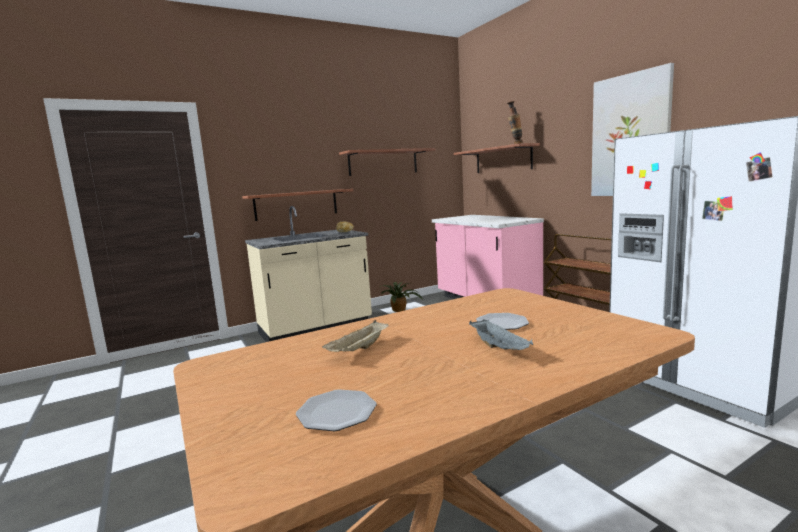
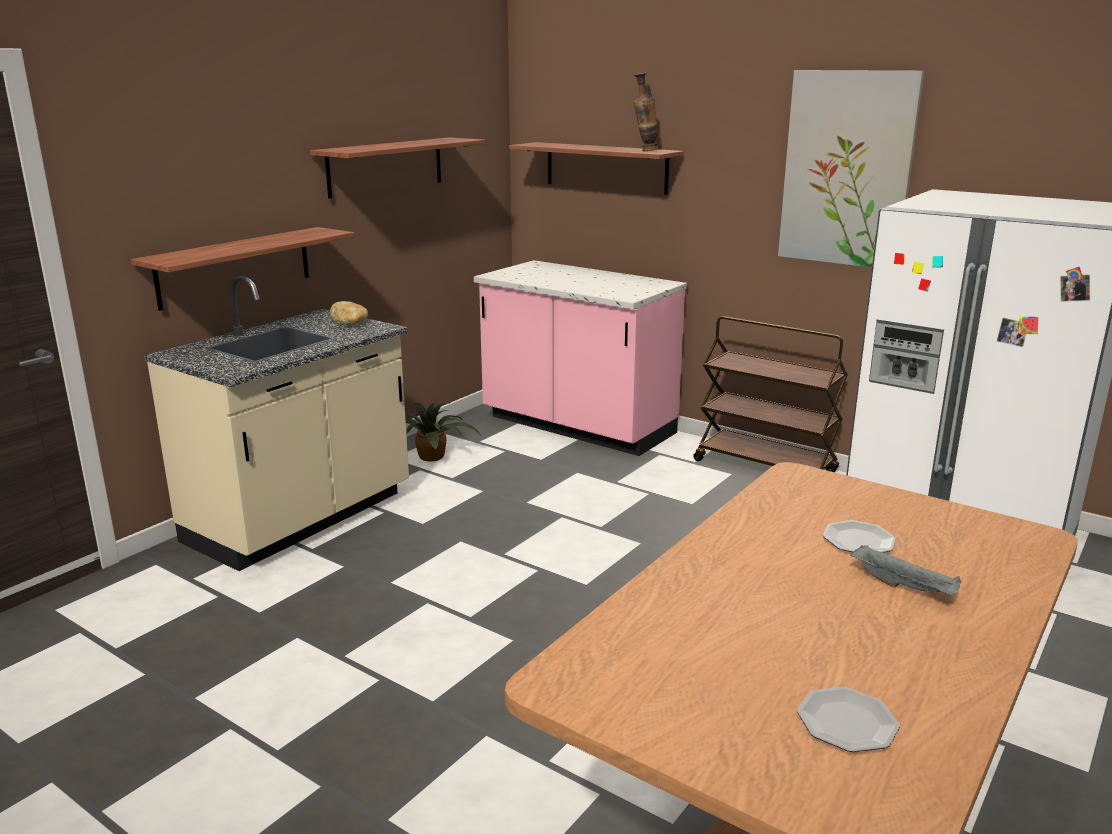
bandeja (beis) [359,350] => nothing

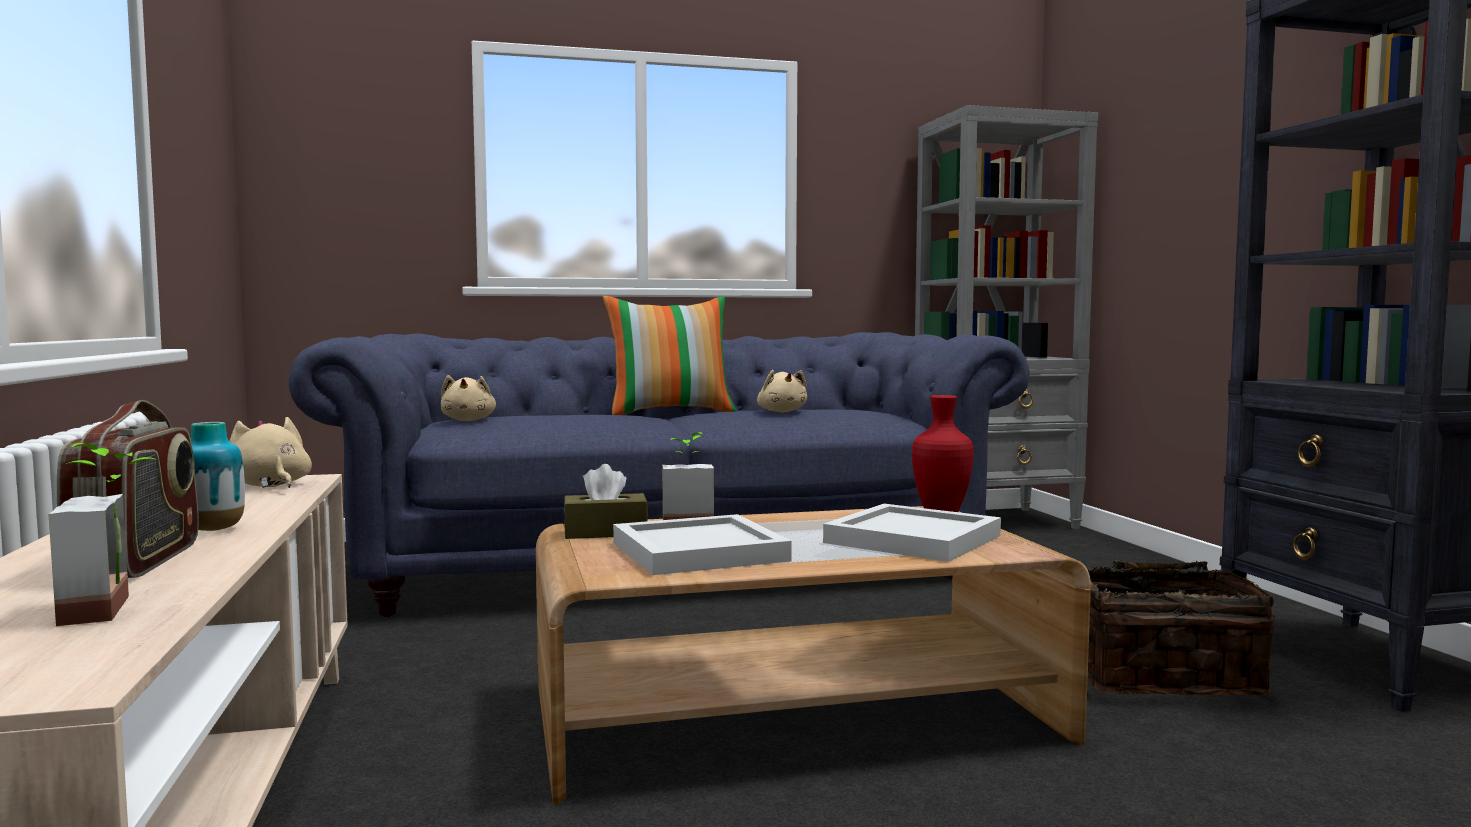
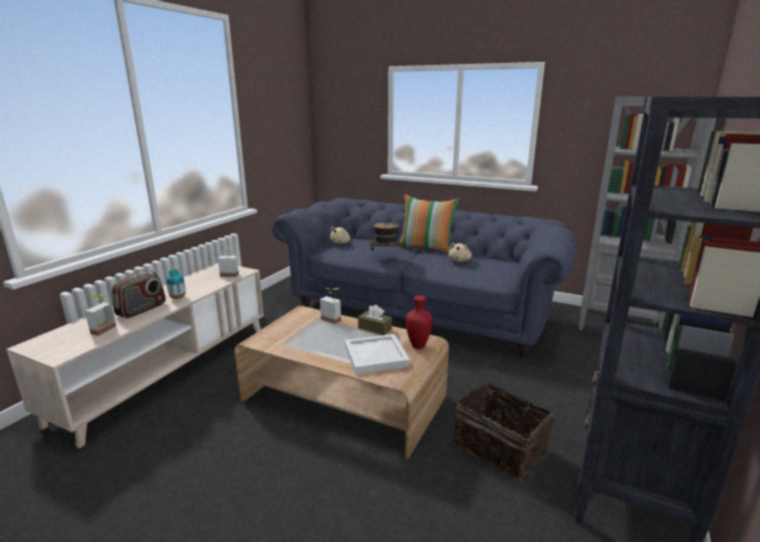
peluche (beis) [270,486] => planta en maceta [230,274]
caja de pañuelos (marrón) [605,533] => caja de pañuelos (marrón) [375,328], moved
bandeja (blanco) [696,551] => nothing
nothing => sombrero [385,258]

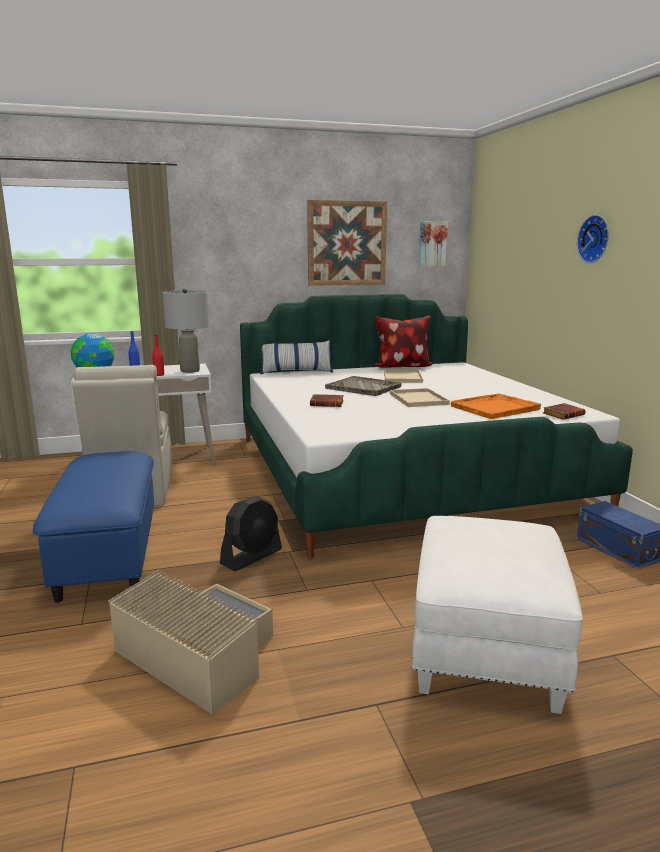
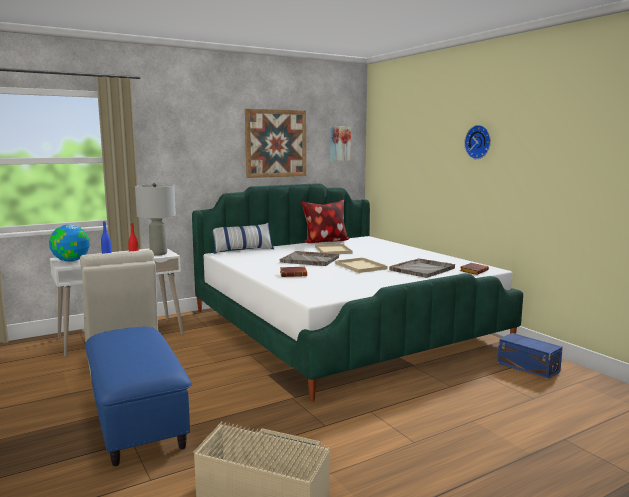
ventilador (negro) [252,556] => nothing
puf (blanco) [487,649] => nothing
bandeja (naranja) [495,408] => bandeja (gris) [422,269]

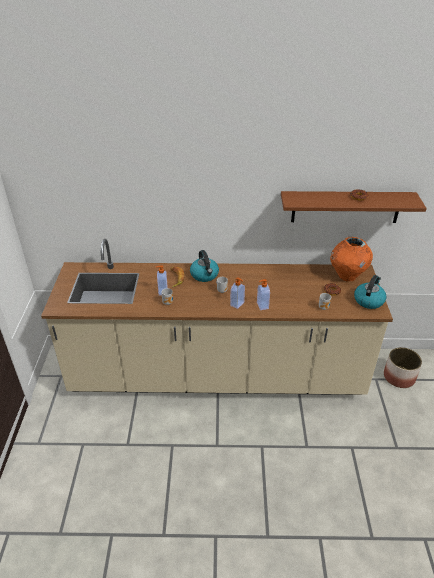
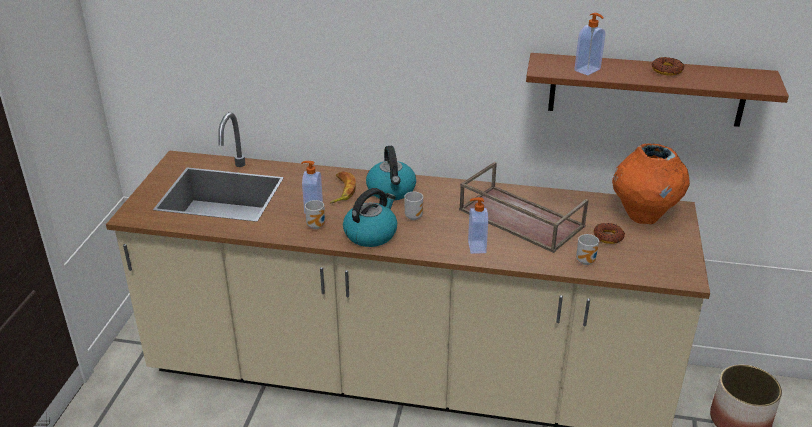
dispensador de jabón [237,304] => dispensador de jabón [588,70], moved
hervidor [368,300] => hervidor [371,234], moved
nothing => bandeja (marrón) [519,218]

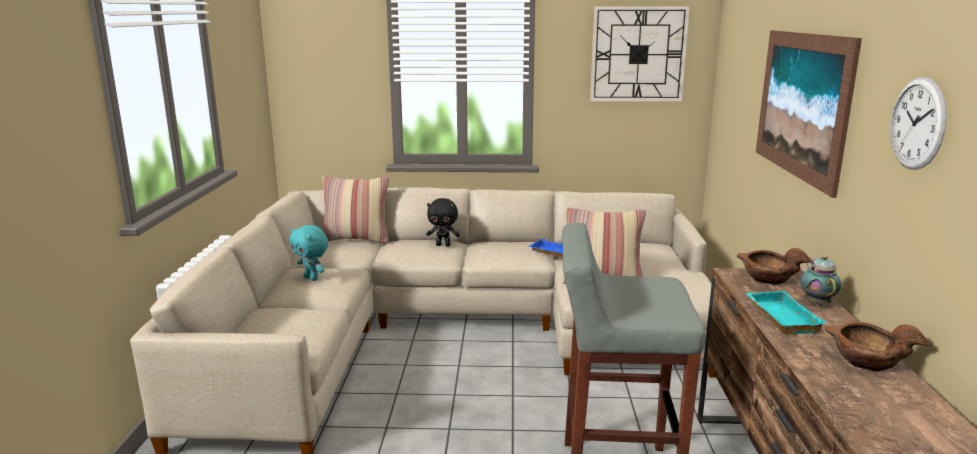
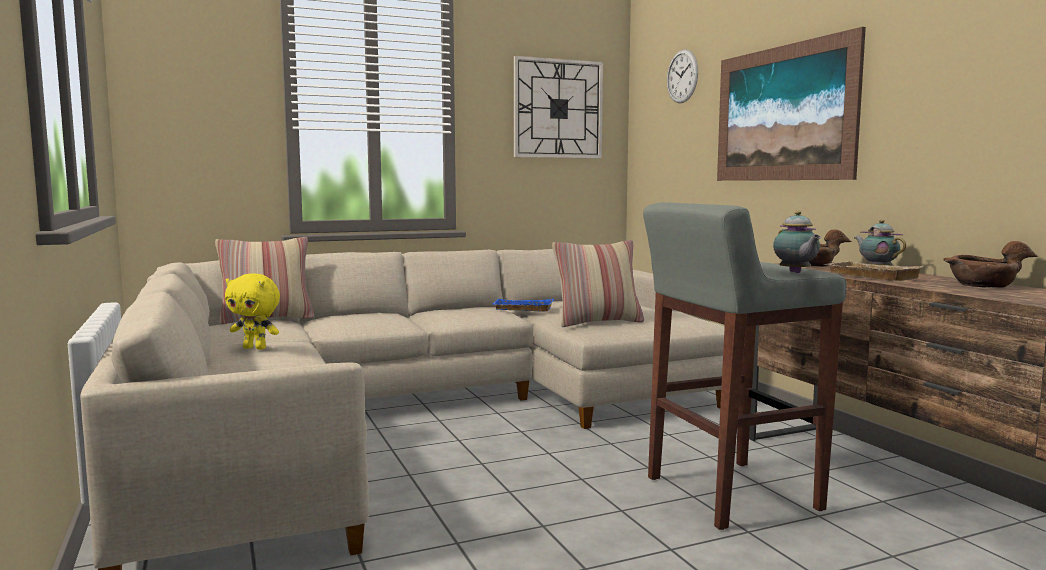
peluche (turquesa) [312,278] => peluche (amarillo) [255,348]
peluche (negro) [443,245] => nothing
bandeja (turquesa) [779,317] => bandeja (beis) [869,276]
reloj de pared [917,123] => reloj de pared [682,76], moved
nothing => tetera [795,272]

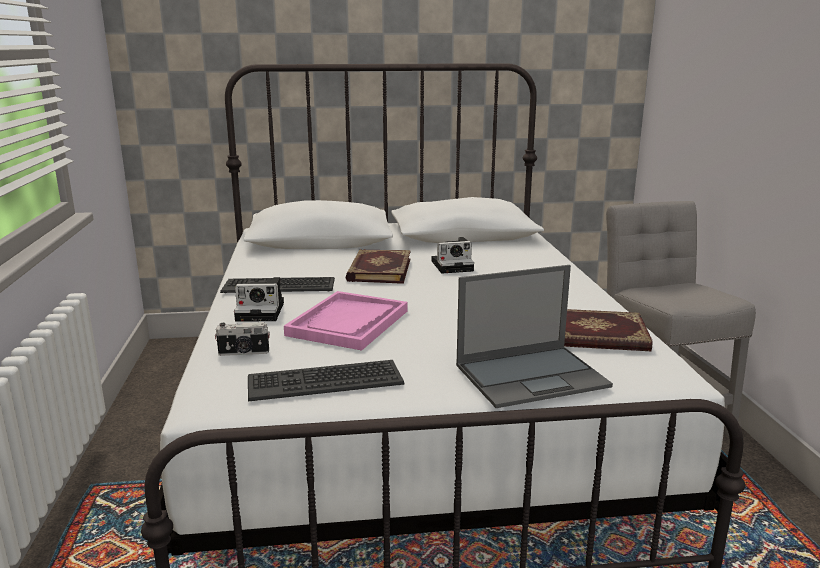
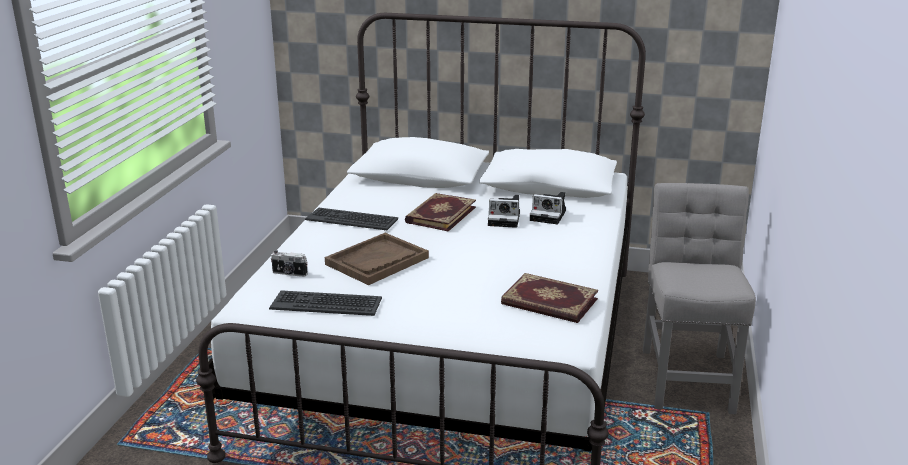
cámara [262,311] => cámara [549,215], moved
bandeja (rosa) [348,323] => bandeja (marrón) [377,261]
portátil [532,375] => nothing

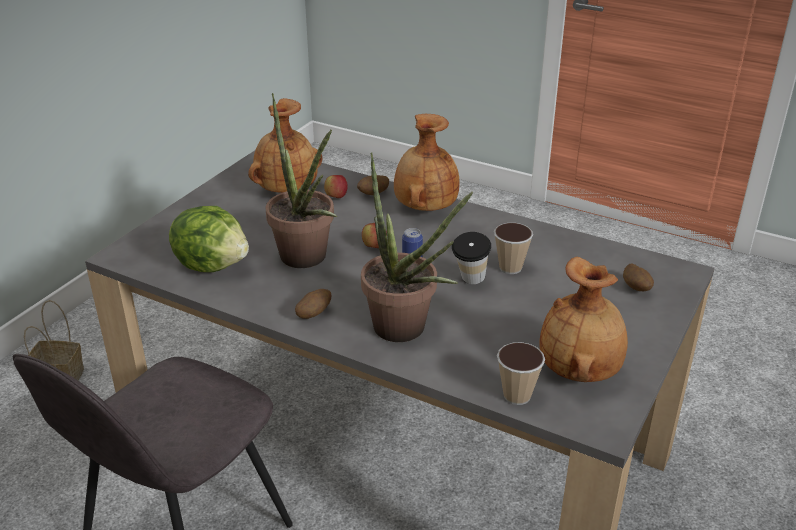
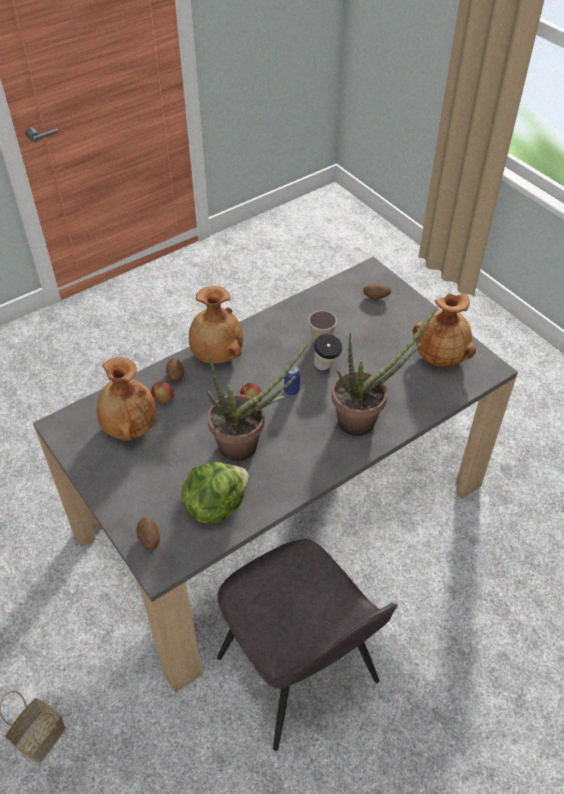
patata [313,314] => patata [149,539], moved
taza [517,395] => nothing

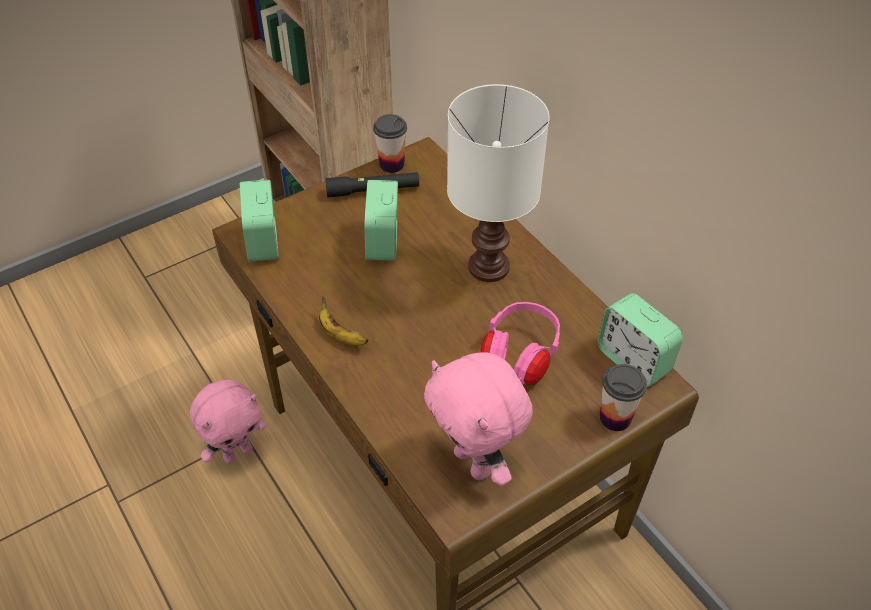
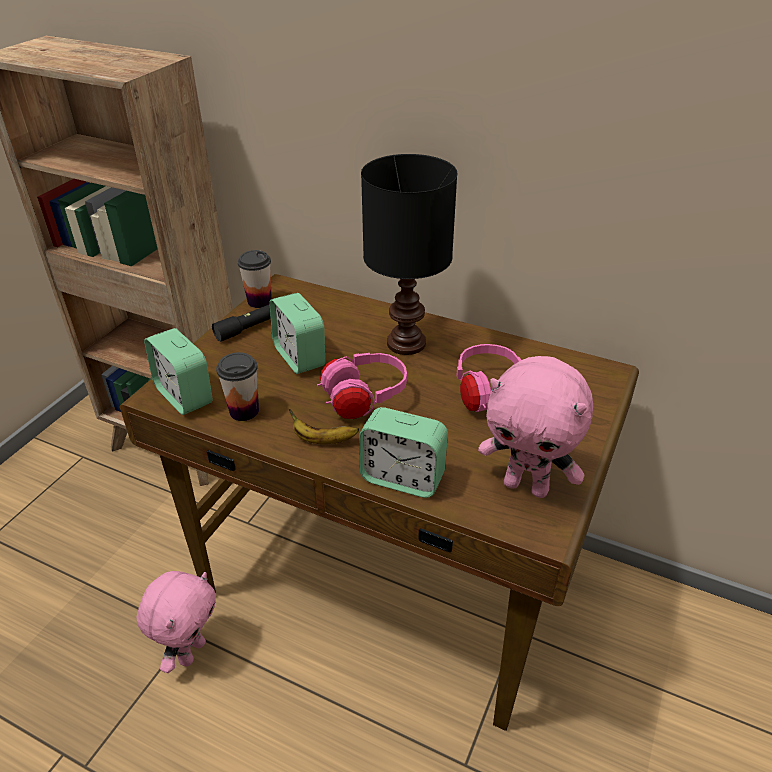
lámpara de mesa (blanco) [487,268] => lámpara de mesa (negro) [406,344]
despertador [633,360] => despertador [403,478], moved
taza [615,418] => taza [244,411], moved
nothing => auriculares (rosa) [364,400]

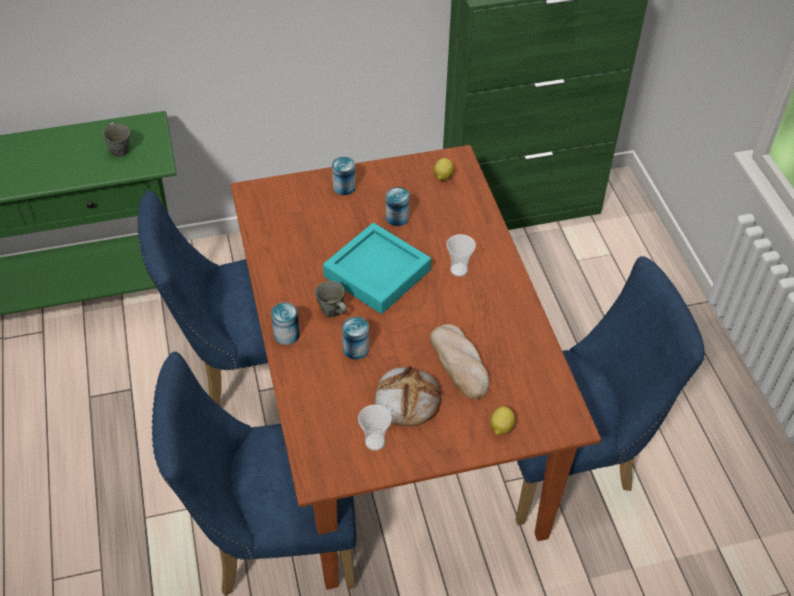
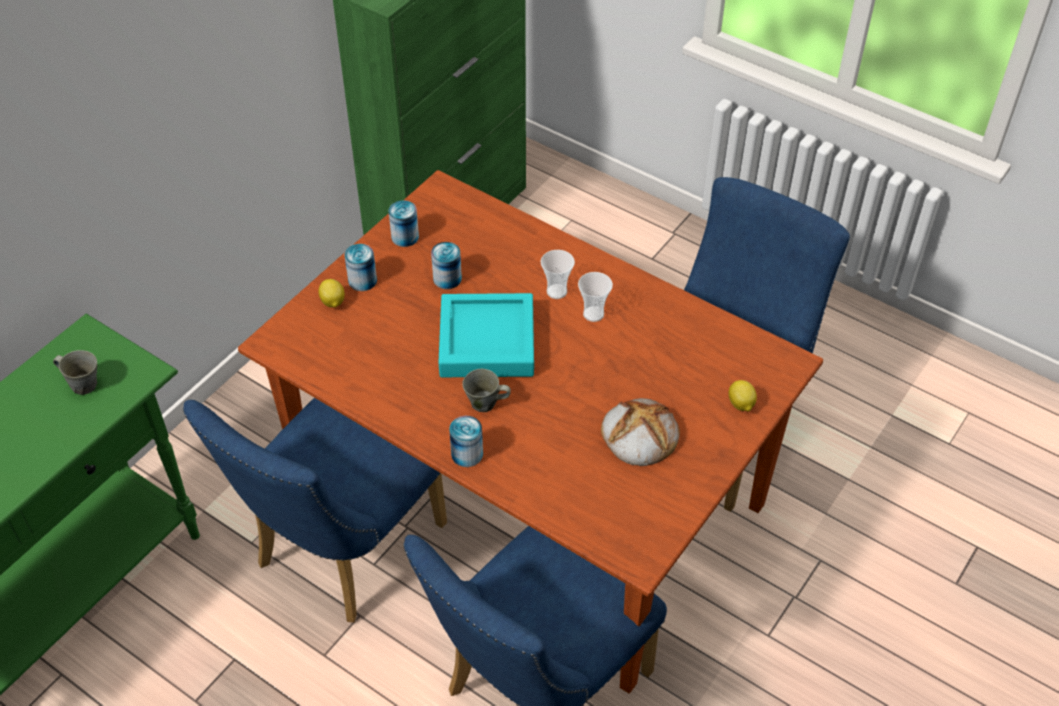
lata [356,349] => lata [405,237], moved
taza [375,442] => taza [593,314], moved
pan [460,363] => nothing
limón [442,177] => limón [332,302], moved

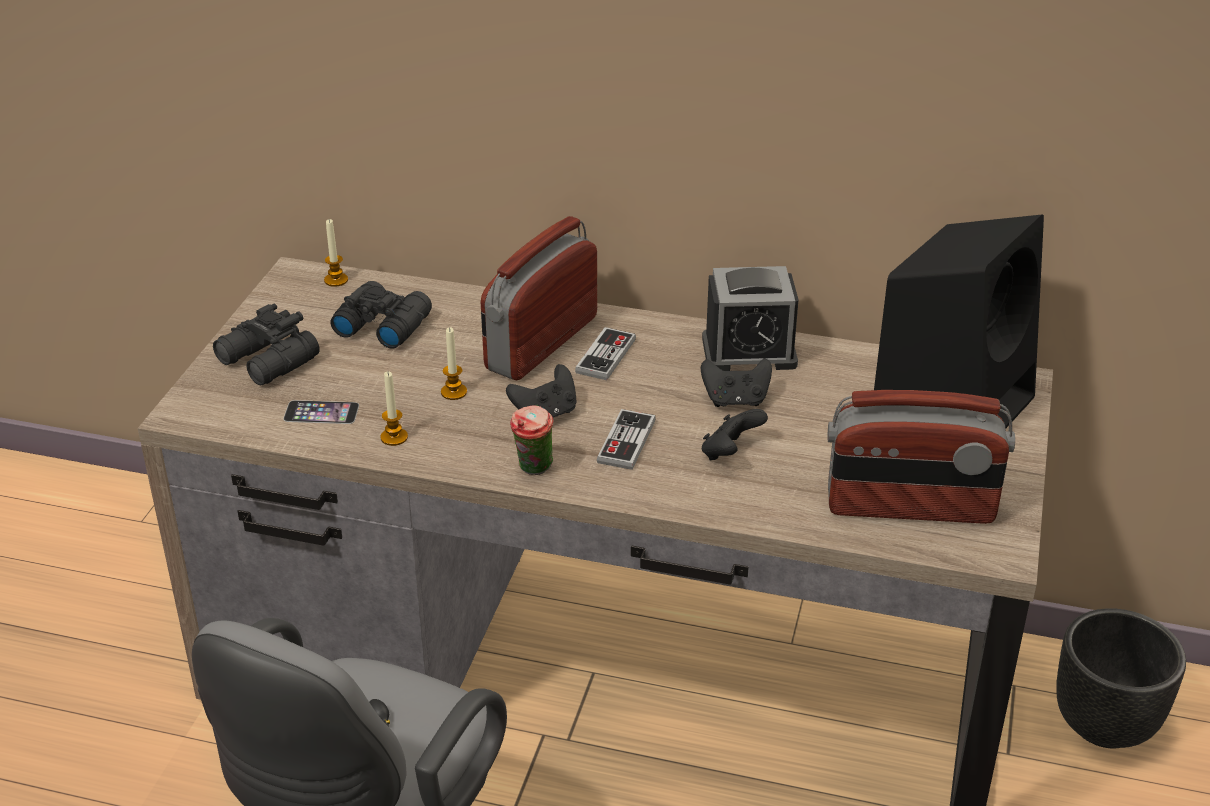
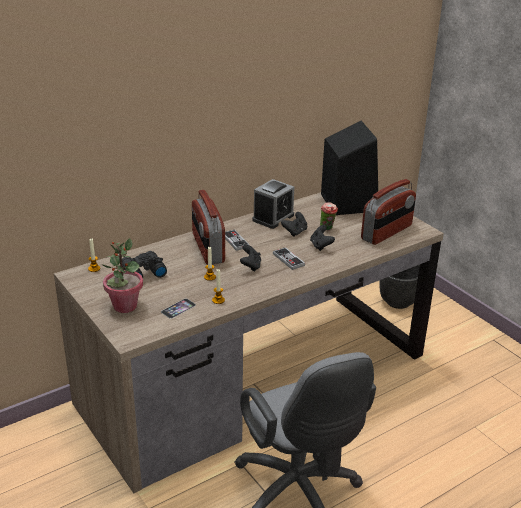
prismáticos (negro) [267,362] => planta en maceta [124,306]
taza [533,470] => taza [327,228], moved

